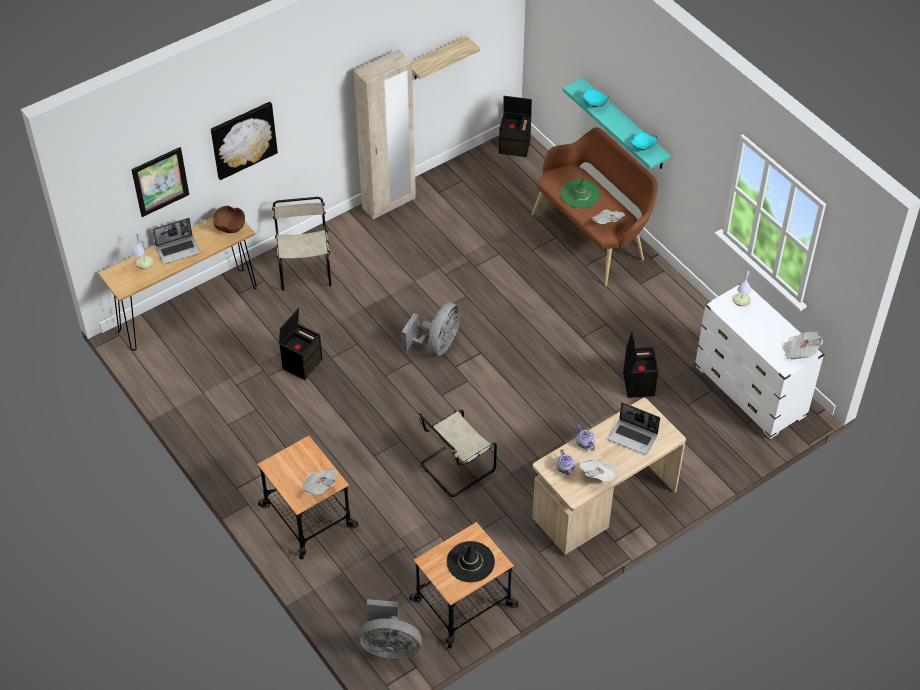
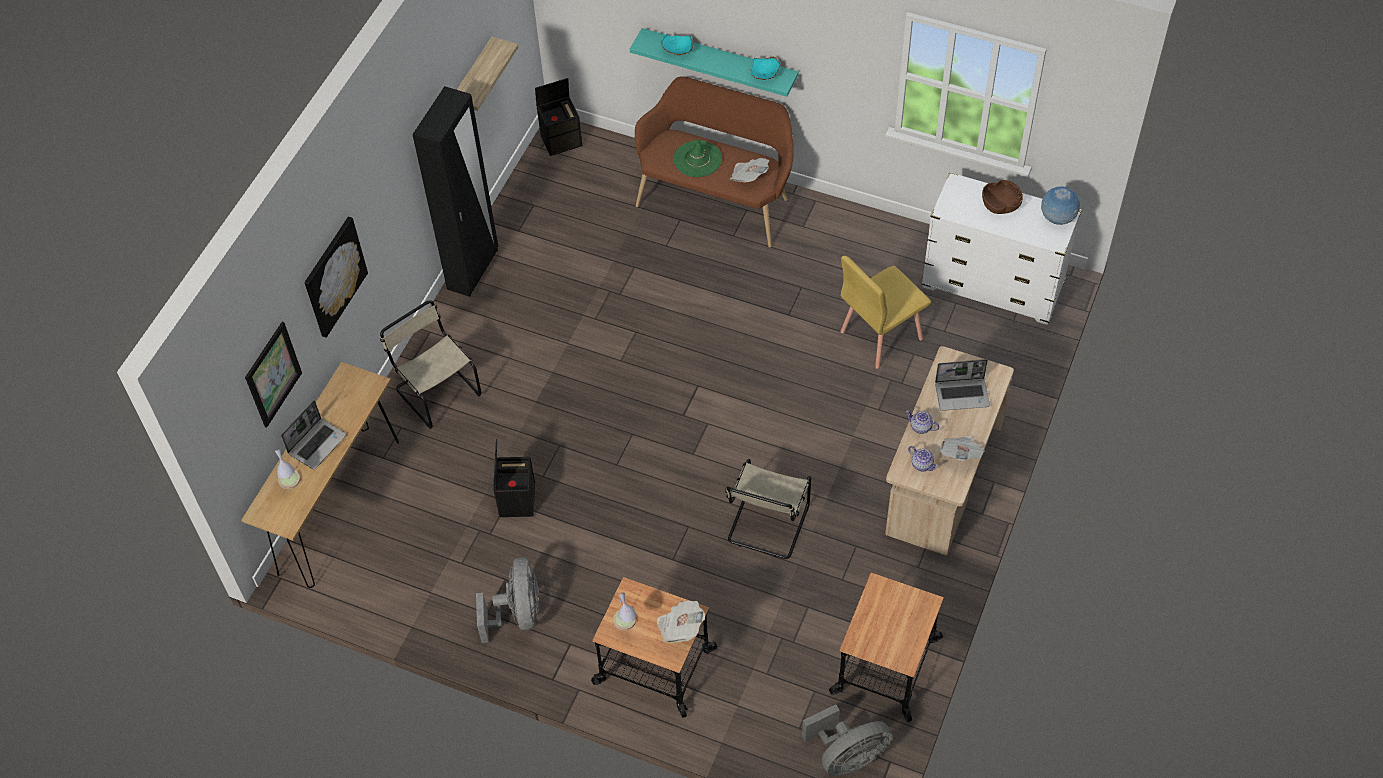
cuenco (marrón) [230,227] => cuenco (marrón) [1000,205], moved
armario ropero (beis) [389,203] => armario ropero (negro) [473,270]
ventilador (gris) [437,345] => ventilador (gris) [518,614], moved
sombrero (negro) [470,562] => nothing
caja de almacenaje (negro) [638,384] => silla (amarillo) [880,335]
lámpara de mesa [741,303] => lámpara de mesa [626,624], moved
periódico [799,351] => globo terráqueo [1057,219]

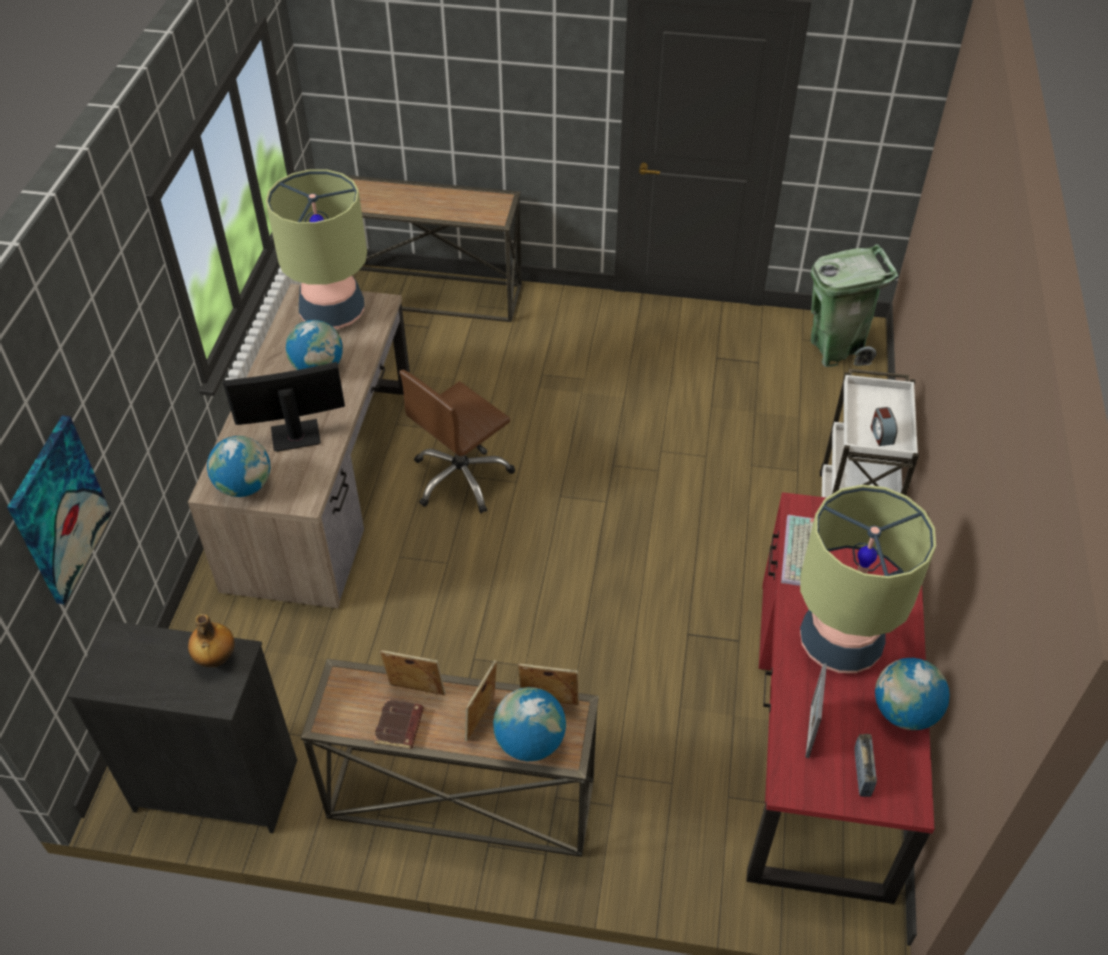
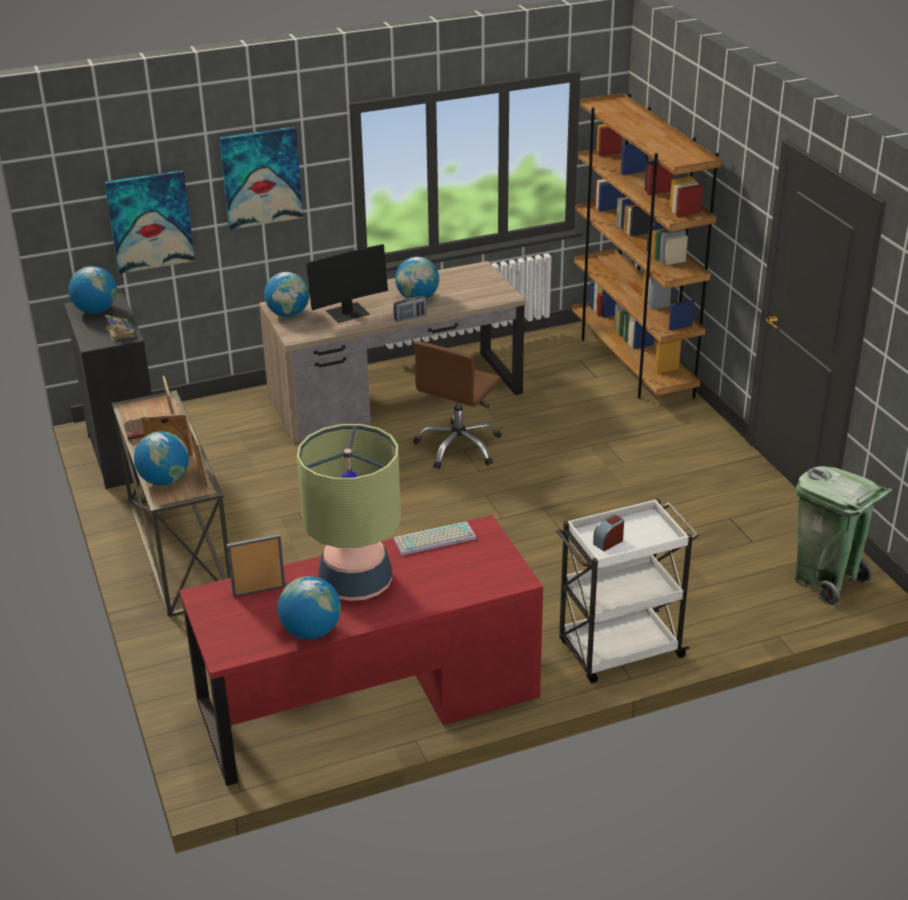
botella [216,659] => libro [120,332]
monitor [295,436] => monitor [348,313], 105 degrees clockwise
lámpara de mesa [332,313] => nothing
mesa consola [429,293] => estantería (marrón) [632,363]
silla de oficina (marrón) [461,478] => silla de oficina (marrón) [459,447], 75 degrees counterclockwise
radio [862,773] => radio [410,317], moved
nothing => globo terráqueo [96,311]
nothing => cuadro [261,177]

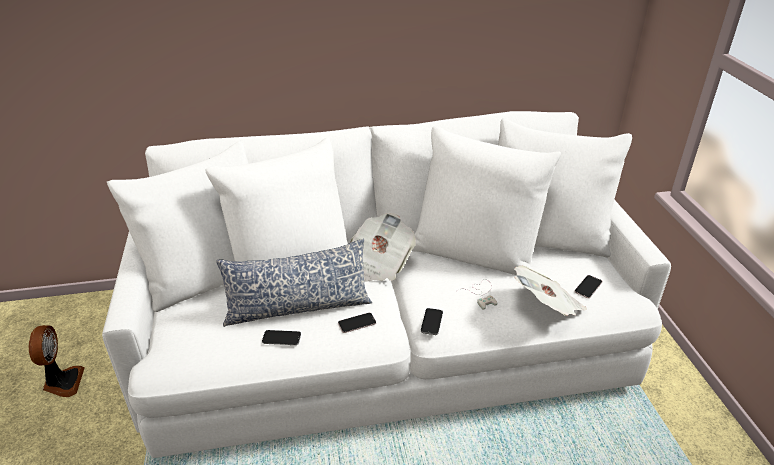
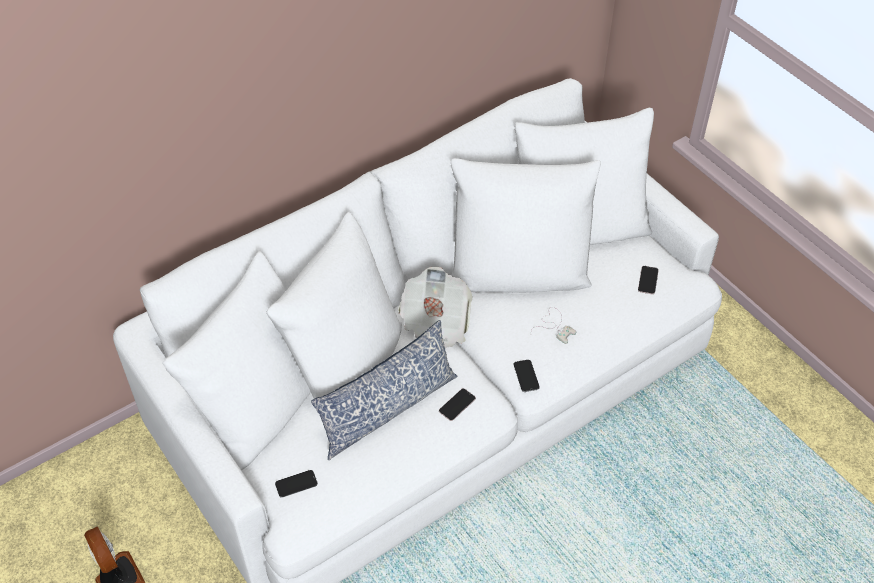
móvil [281,338] => móvil [296,484], moved
periódico [547,306] => nothing

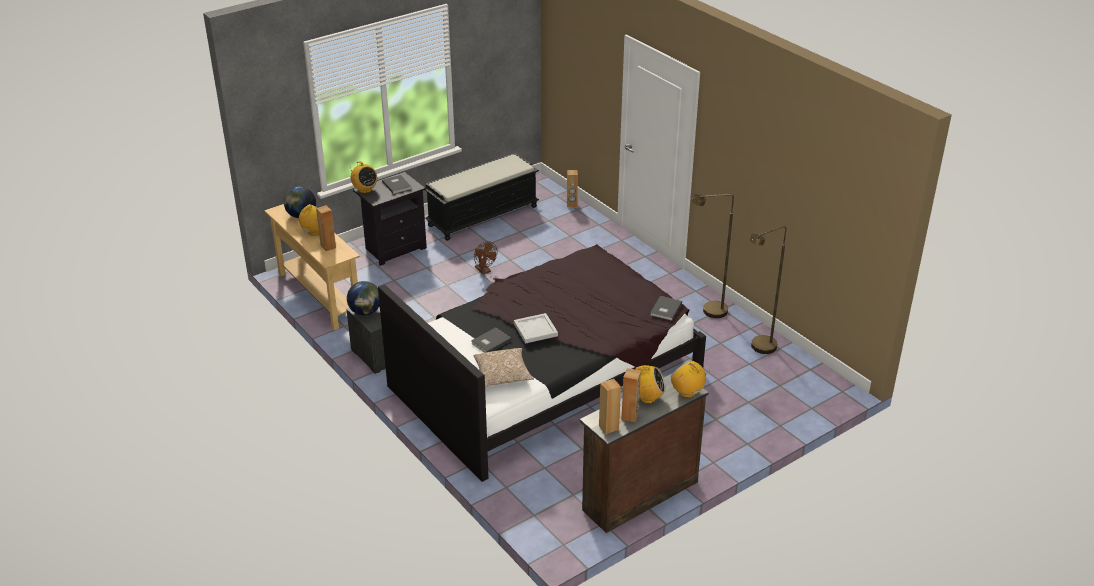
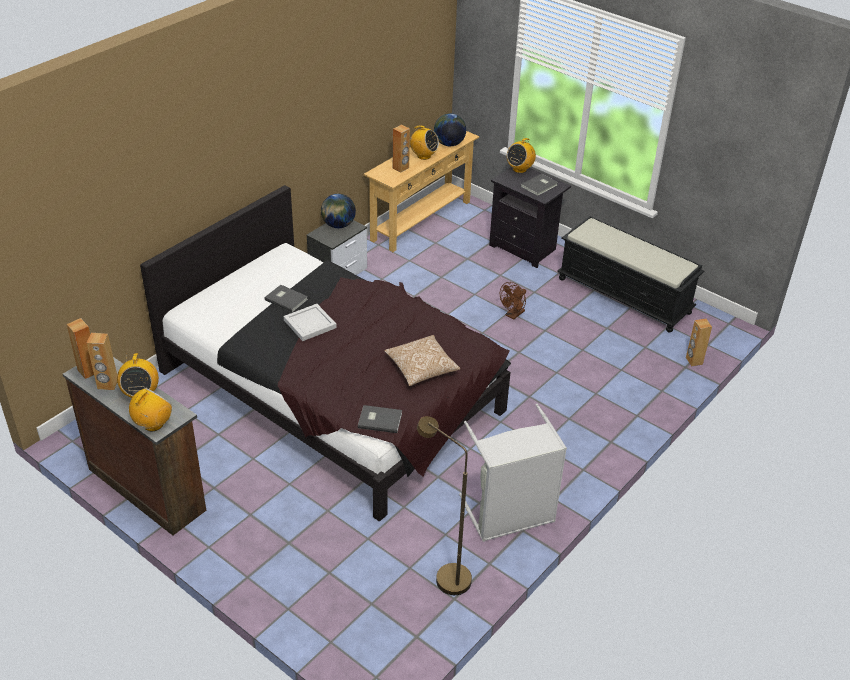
cojín [502,375] => cojín [421,368], moved
lámpara de pie (marrón) [708,312] => cesto de la ropa (gris) [510,516]

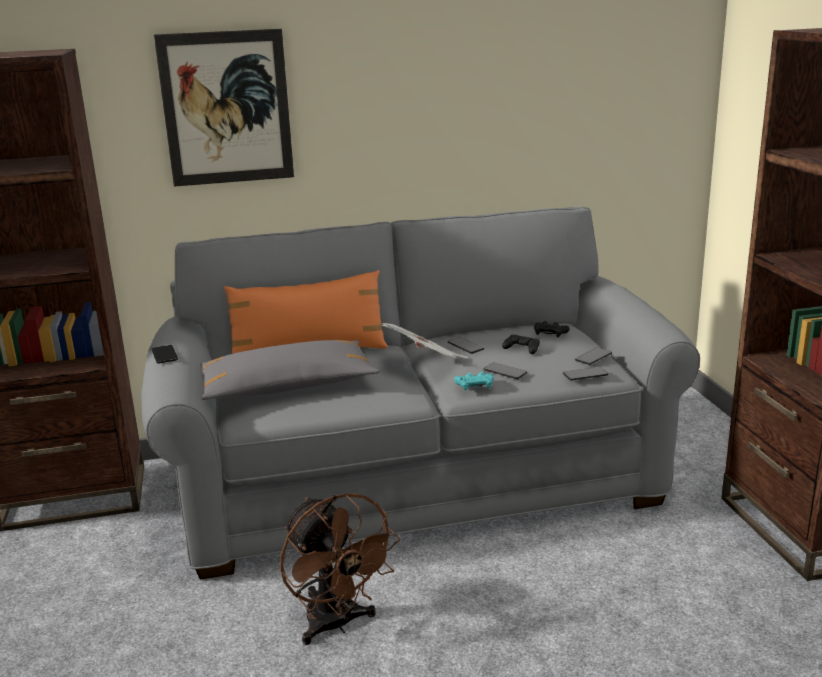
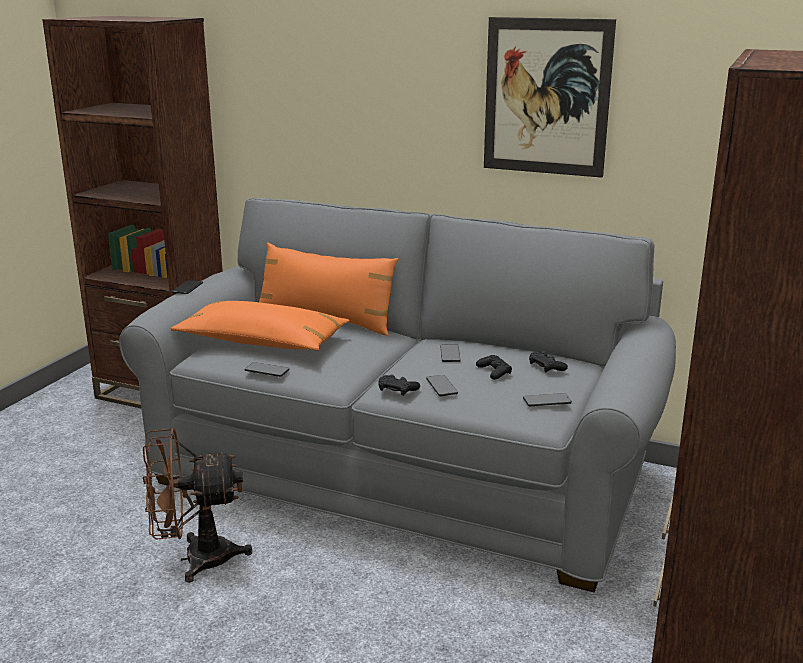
cuadro [226,108] => cuadro [546,97], moved
cojín (gris) [287,386] => cojín (naranja) [262,342]
ventilador (marrón) [337,625] => ventilador (marrón) [195,559], 75 degrees clockwise
periódico [425,362] => nothing
mando de consola (turquesa) [475,385] => mando de consola (negro) [397,389]
móvil [585,374] => móvil [267,370], moved

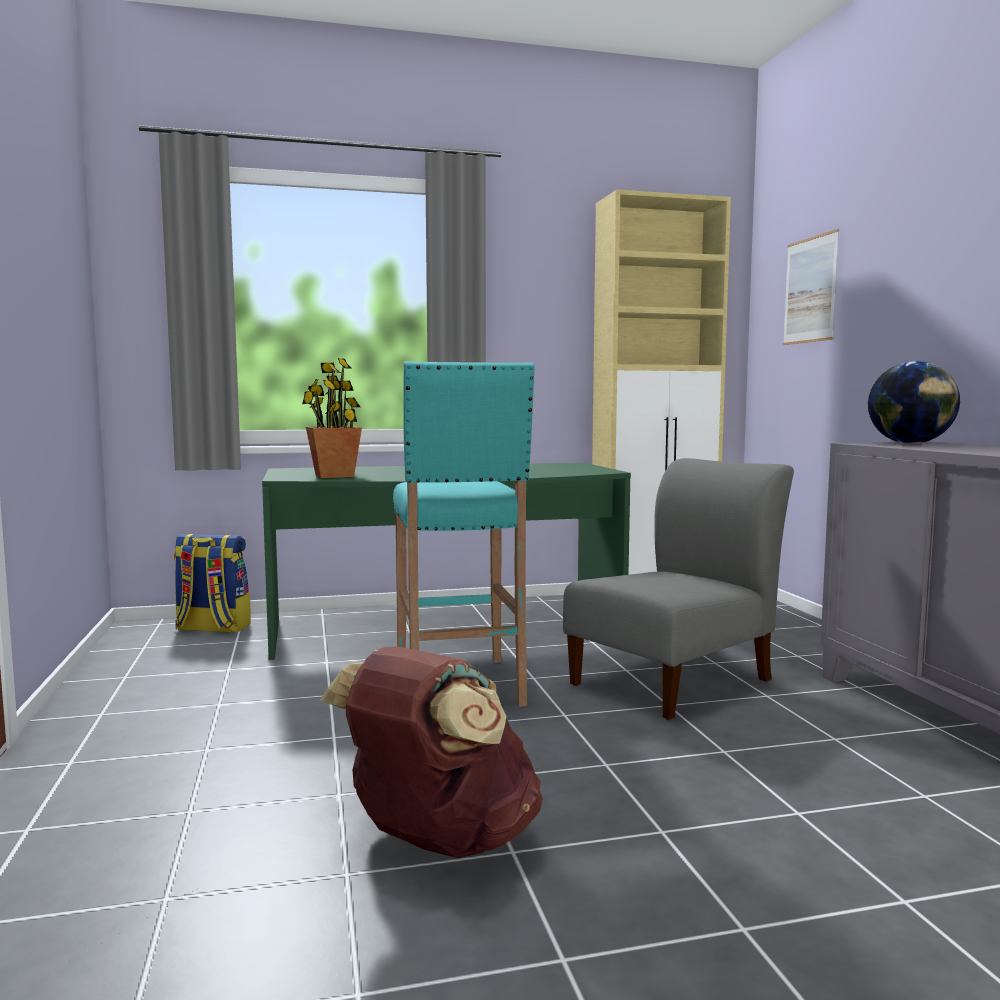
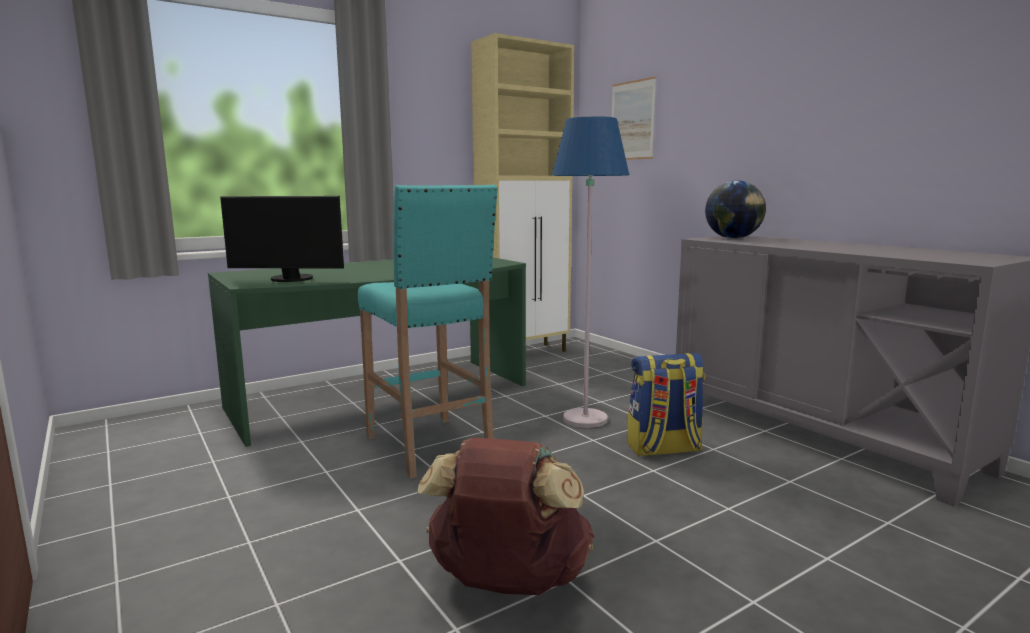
mochila [212,628] => mochila [663,449], moved
planta en maceta [334,476] => monitor [290,279]
silla (gris) [677,680] => lámpara de pie (azul) [585,419]

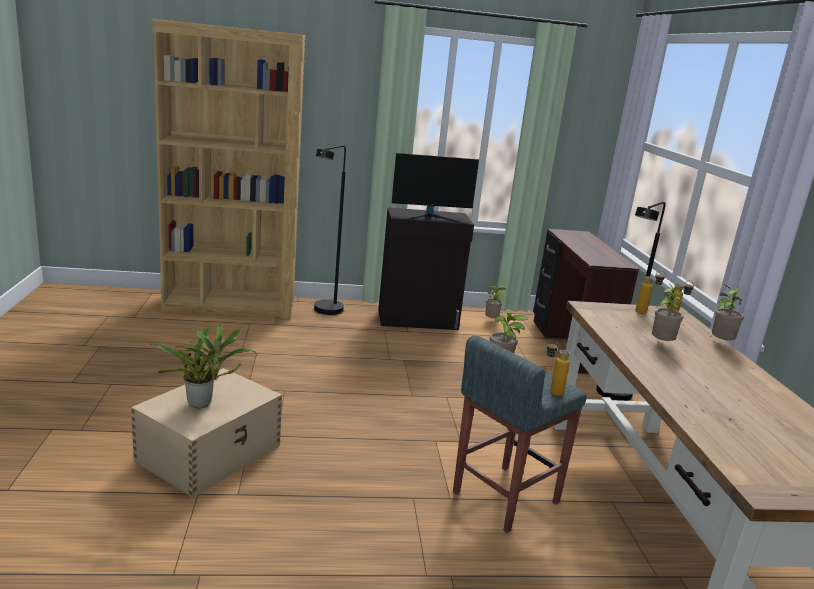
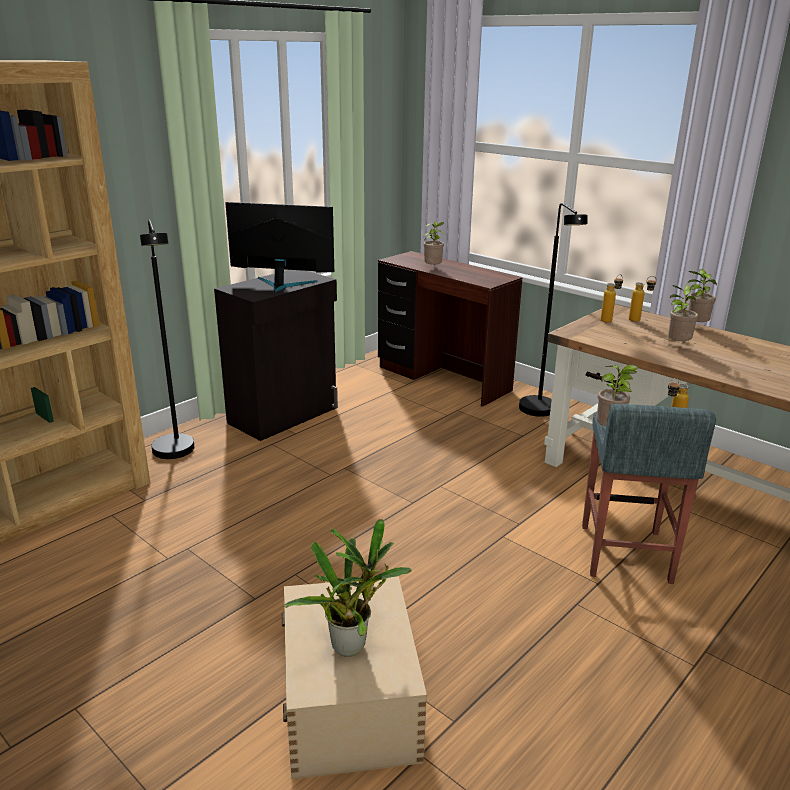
monitor [430,216] => monitor [281,284], 120 degrees counterclockwise
planta en maceta [492,320] => planta en maceta [433,269], moved

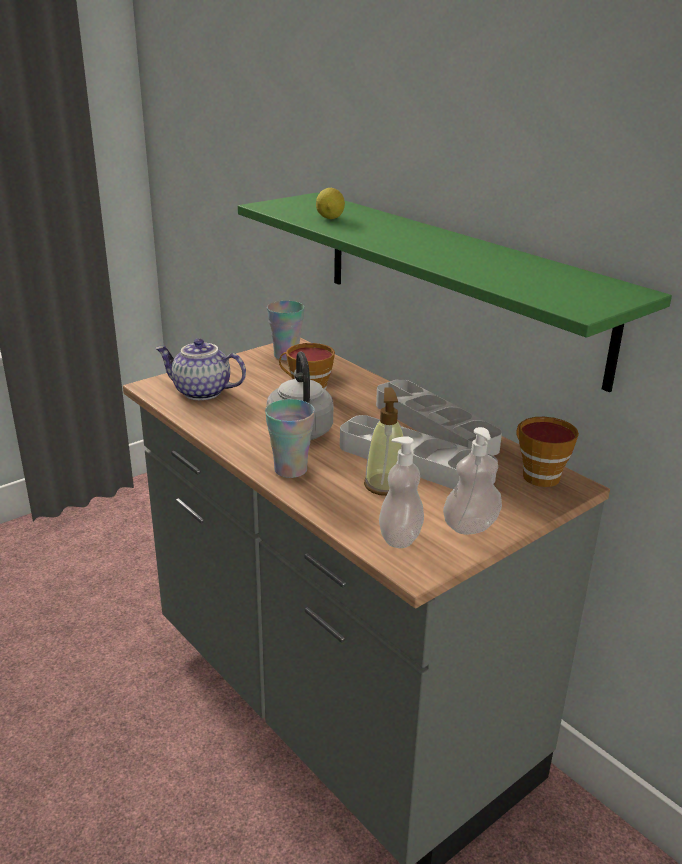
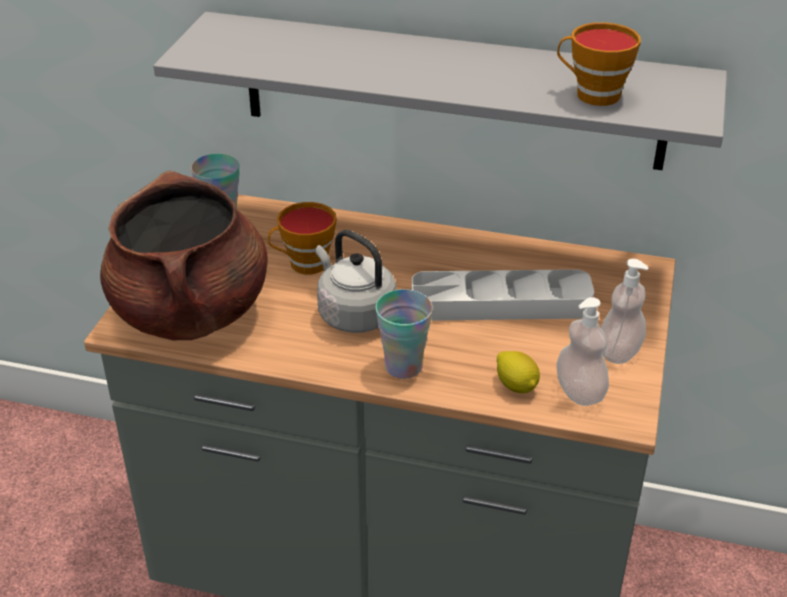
tetera [201,392] => olla (marrón) [191,312]
estante (verde) [457,282] => estante (gris) [451,91]
limón [330,218] => limón [516,385], moved
dispensador de jabón [385,485] => nothing
bandeja (gris) [434,426] => nothing
taza [537,475] => taza [592,95], moved

